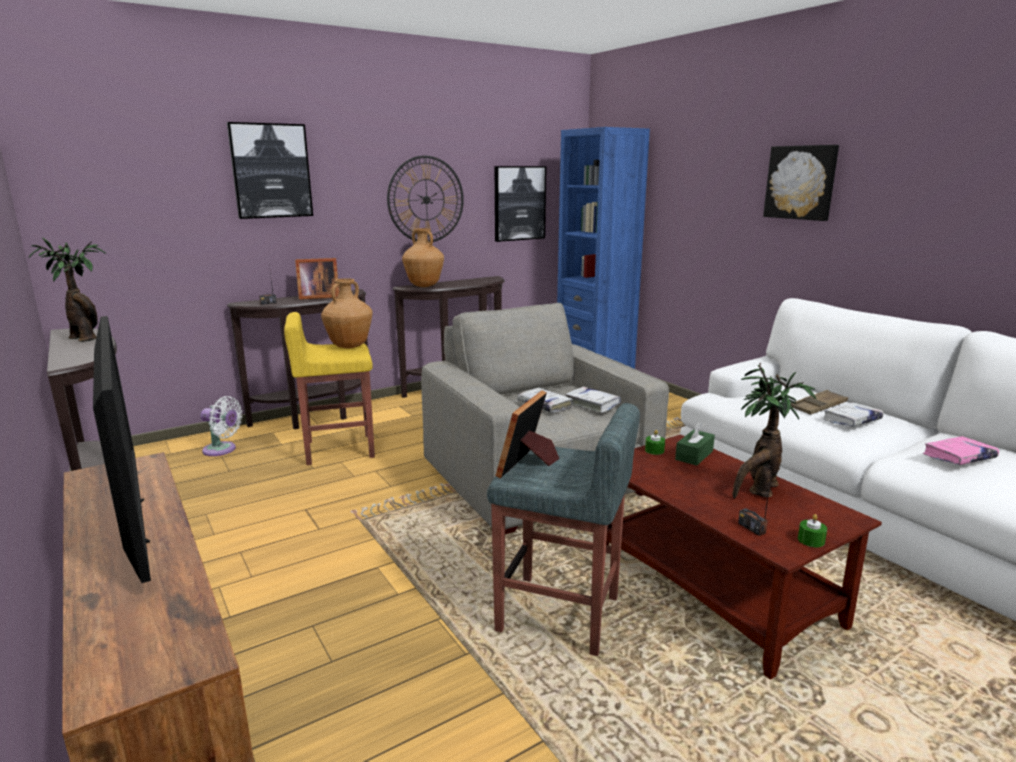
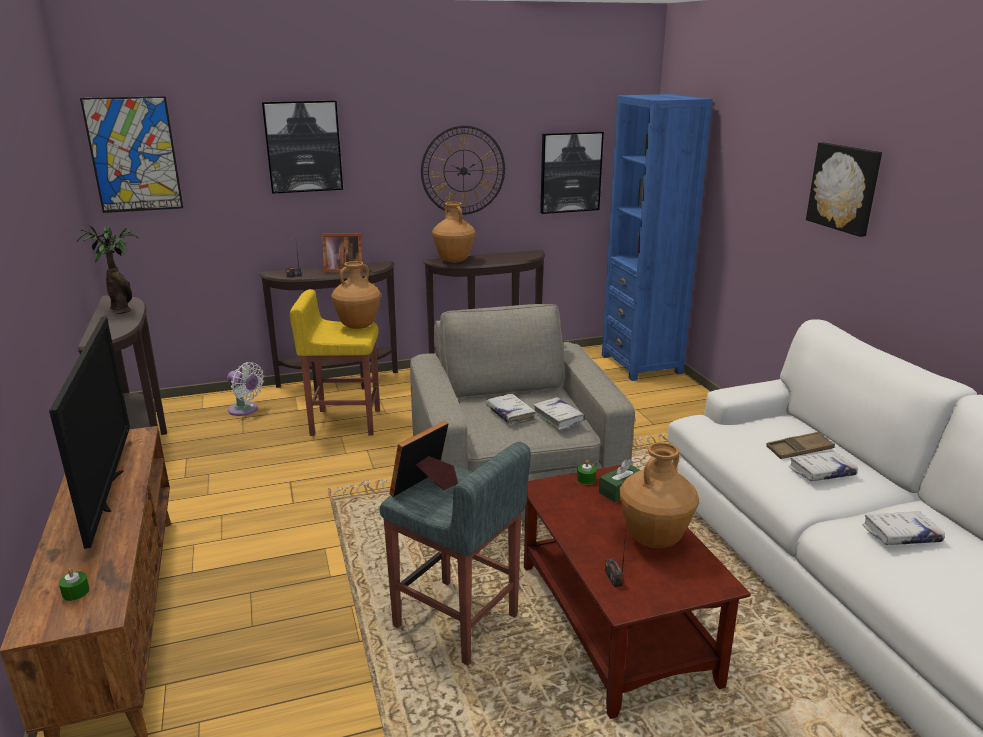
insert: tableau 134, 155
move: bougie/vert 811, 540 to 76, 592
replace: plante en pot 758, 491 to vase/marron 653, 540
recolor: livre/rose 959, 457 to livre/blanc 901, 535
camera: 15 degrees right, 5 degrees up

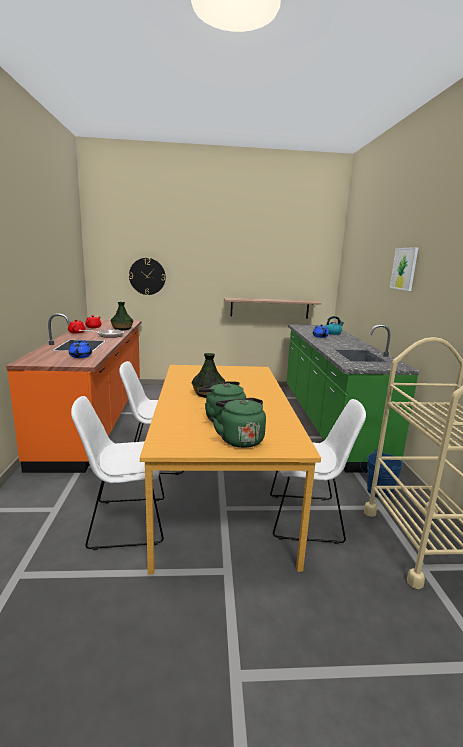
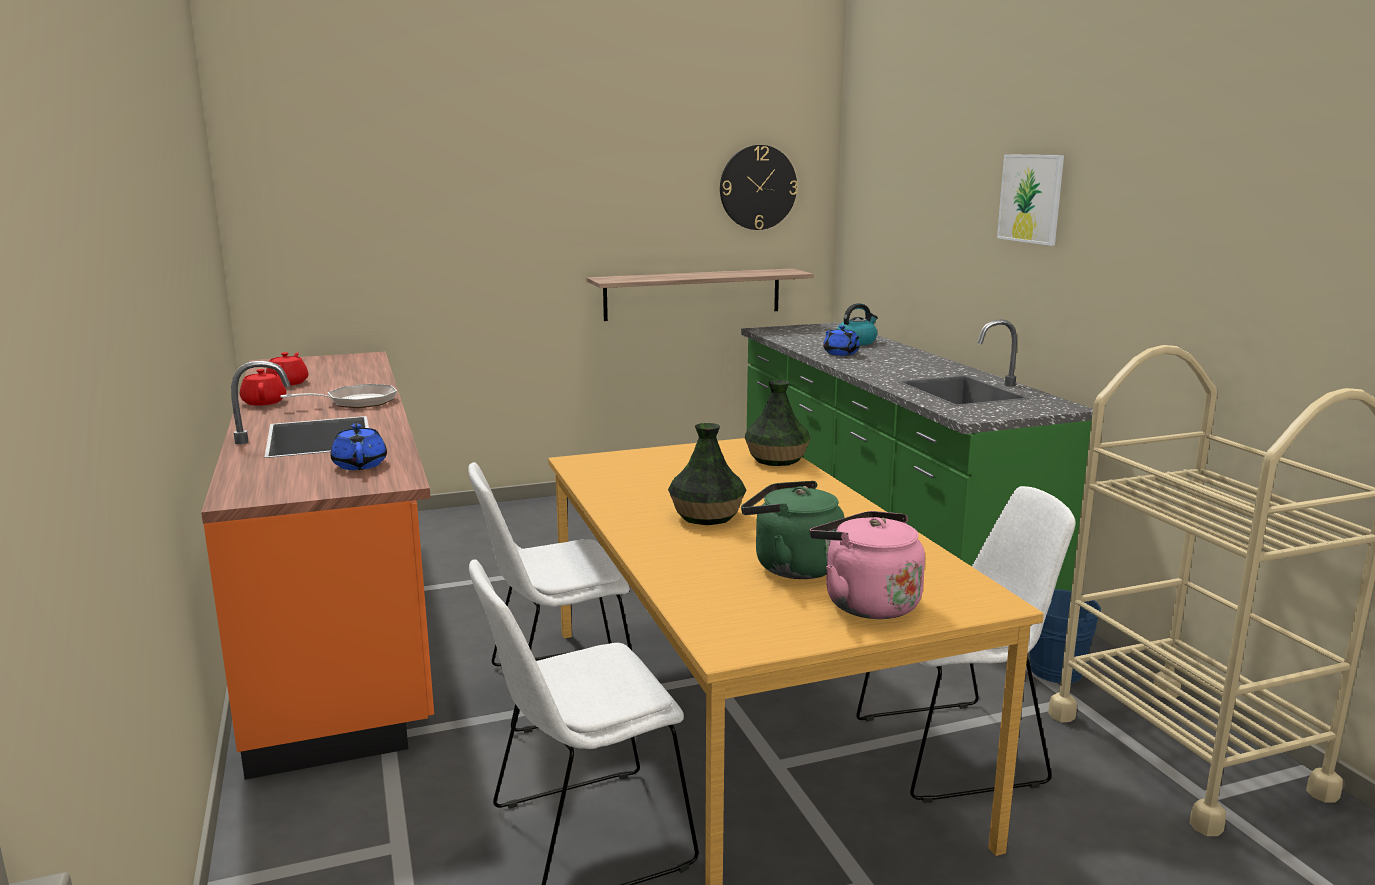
move: horloge murale 147, 276 to 758, 187; vase 122, 329 to 777, 459
recolor: bouilloire/vert 239, 439 to bouilloire/rose 866, 603
camera: 15 degrees left, 0 degrees up

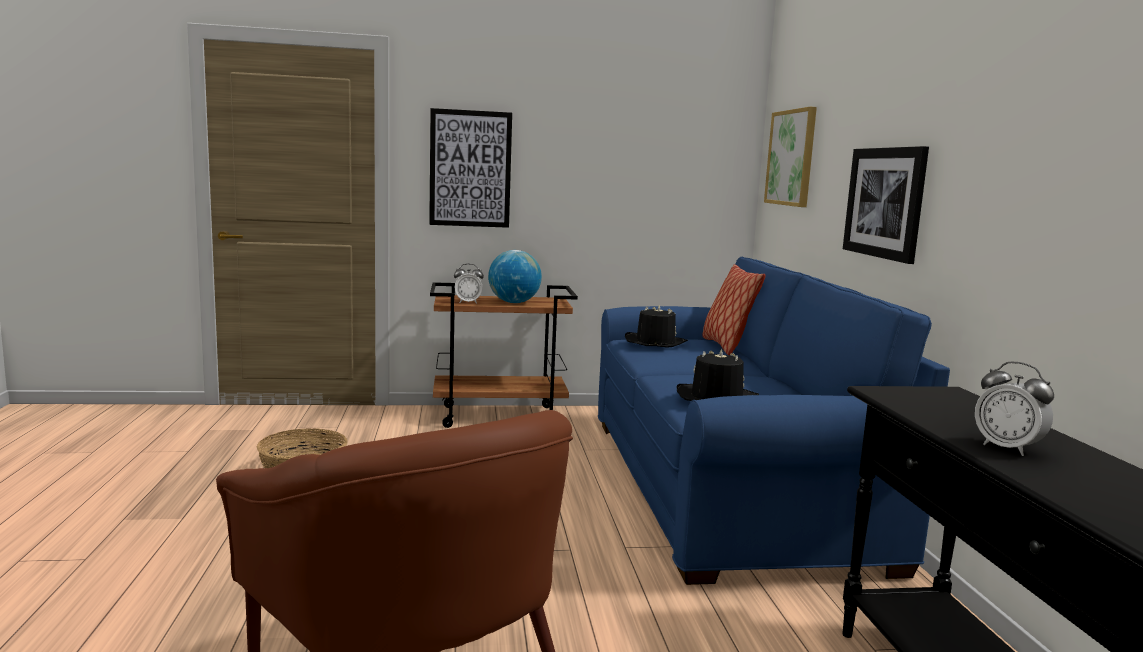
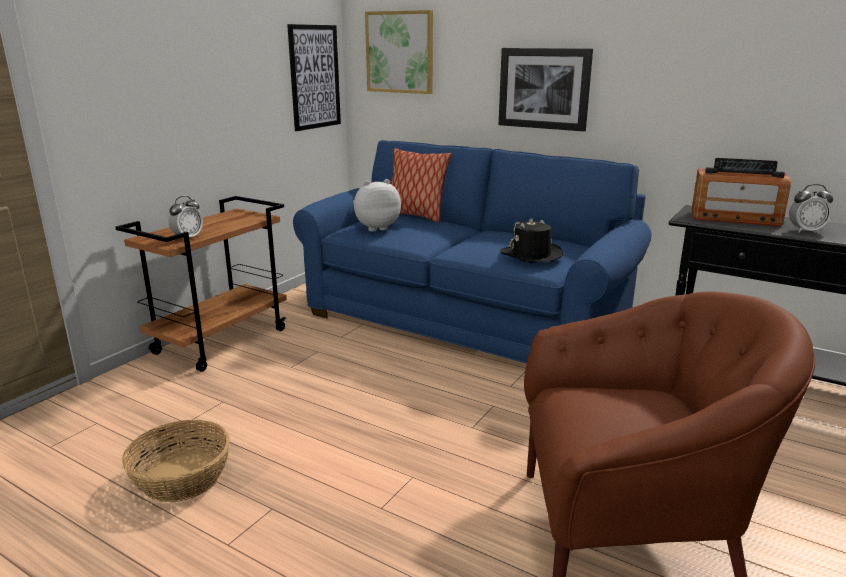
delete: globe 514, 302
insert: radio 735, 218
move: tableau 470, 169 to 314, 77
replace: chapeau/noir 655, 342 to peluche 376, 228
camera: 50 degrees left, 10 degrees up

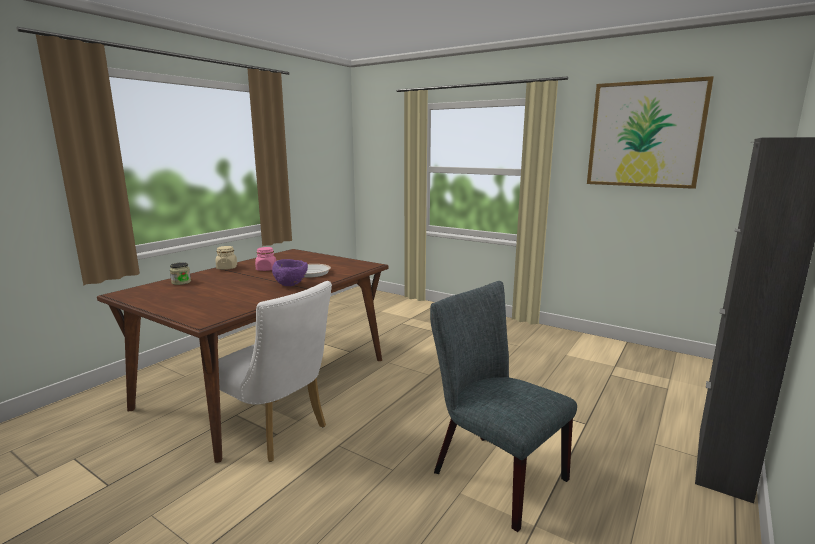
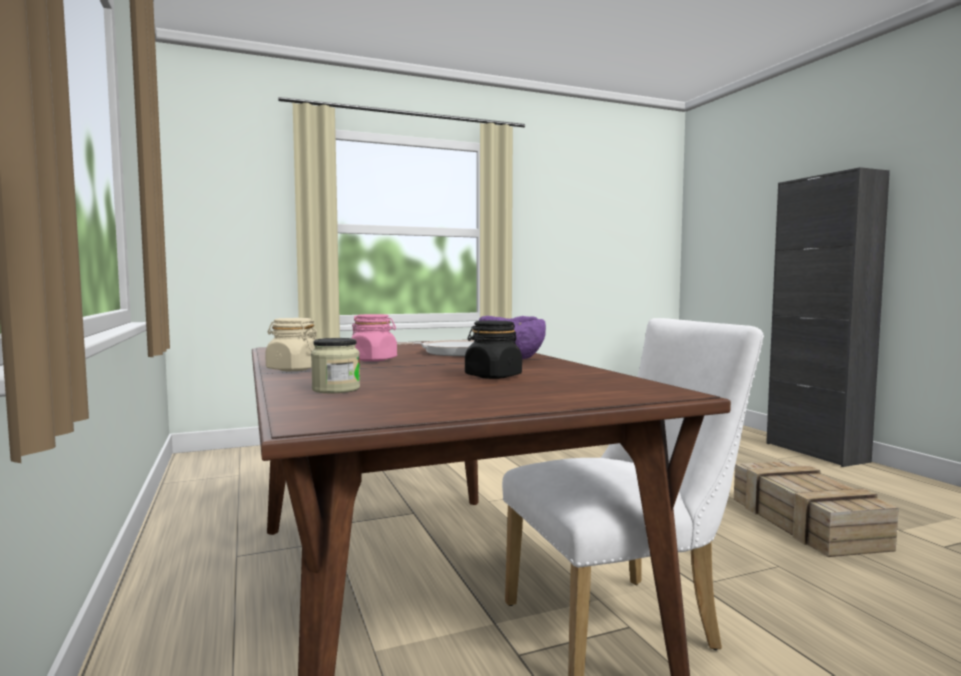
delete: tableau 645, 134
insert: bocal/noir 493, 376
replace: chaise/gris 491, 472 to caisse 803, 521
camera: 55 degrees left, 10 degrees down

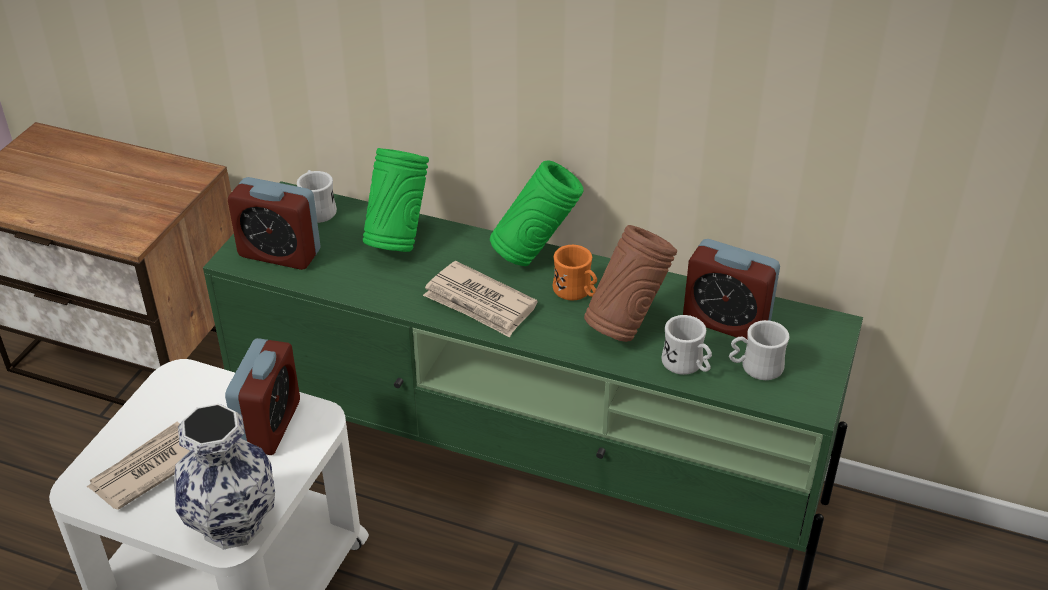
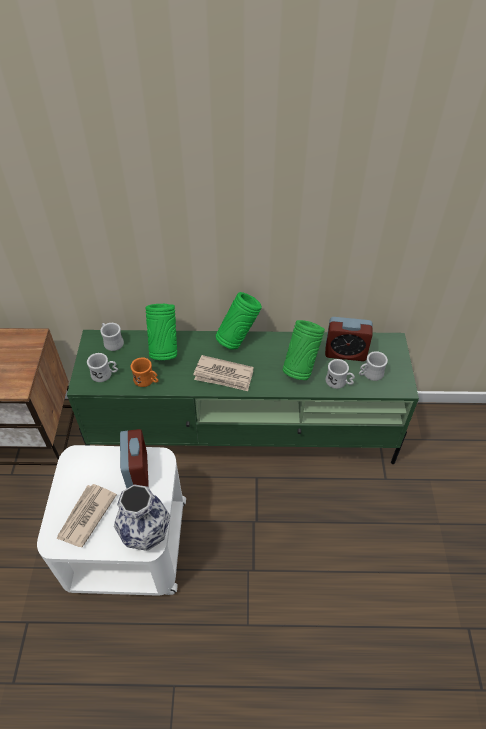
move: mug/orange 576, 292 to 147, 381
replace: réveil 279, 253 to mug/blanc 105, 374
recolor: vase/marron 626, 326 to vase/vert 300, 368
camera: 20 degrees left, 10 degrees up

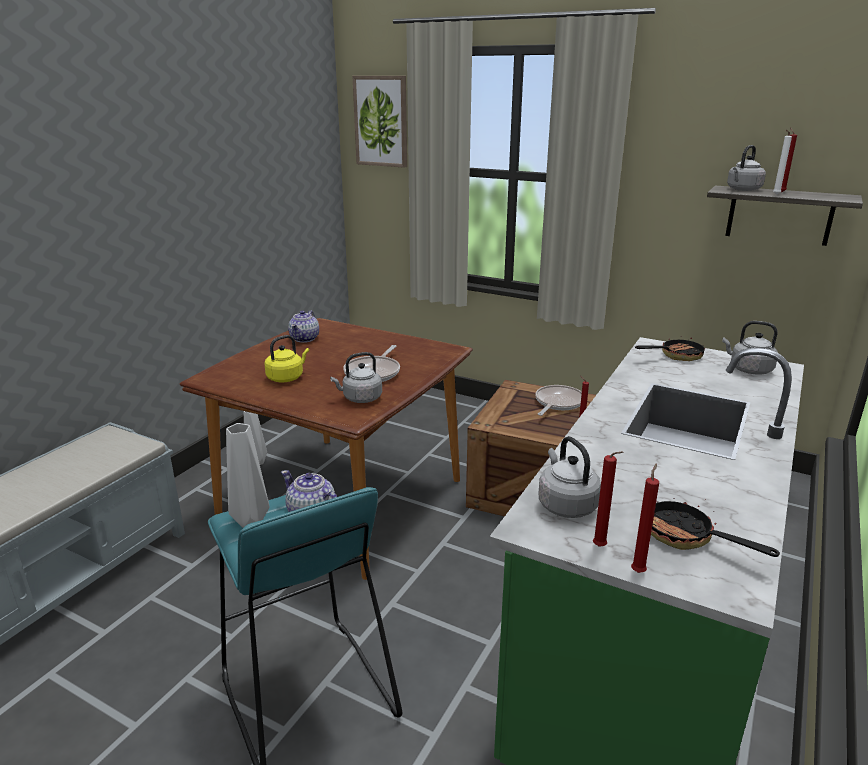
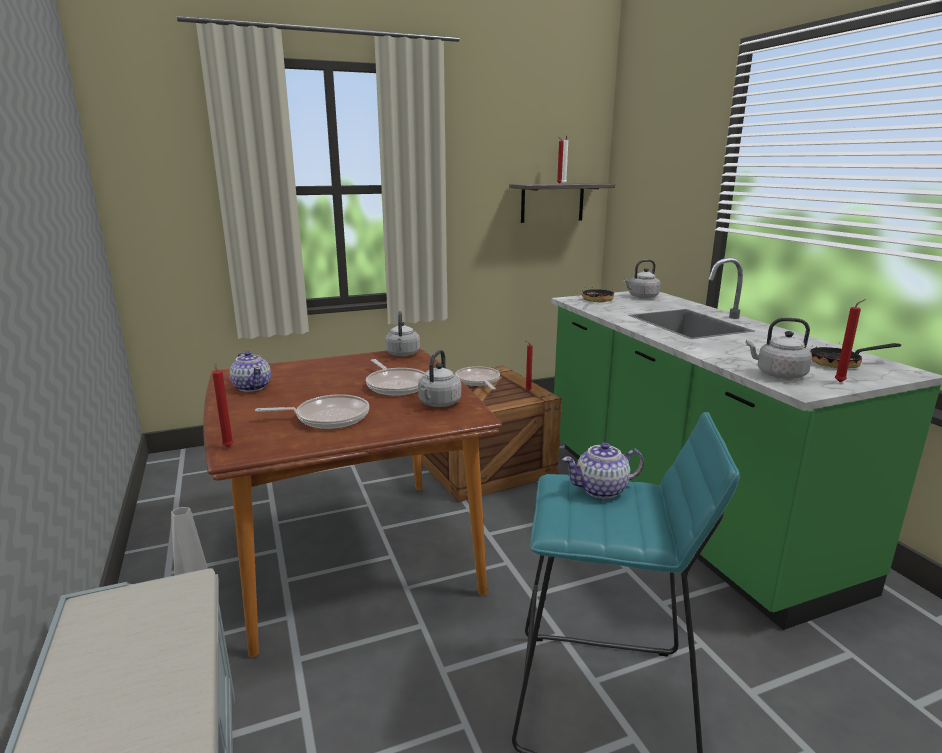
delete: tableau 381, 121; vase/gris 249, 521
move: bouilloire/gris 743, 189 to 402, 354; bougie/rouge 638, 571 to 228, 446
replace: bouilloire/jaune 287, 377 to poêle 328, 417
camera: 50 degrees left, 5 degrees down

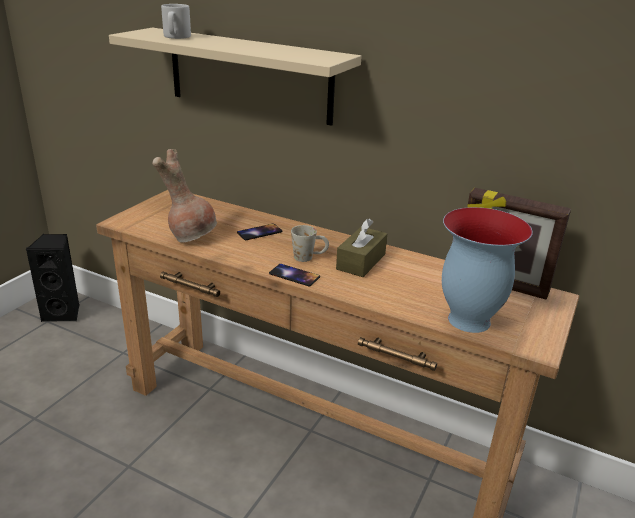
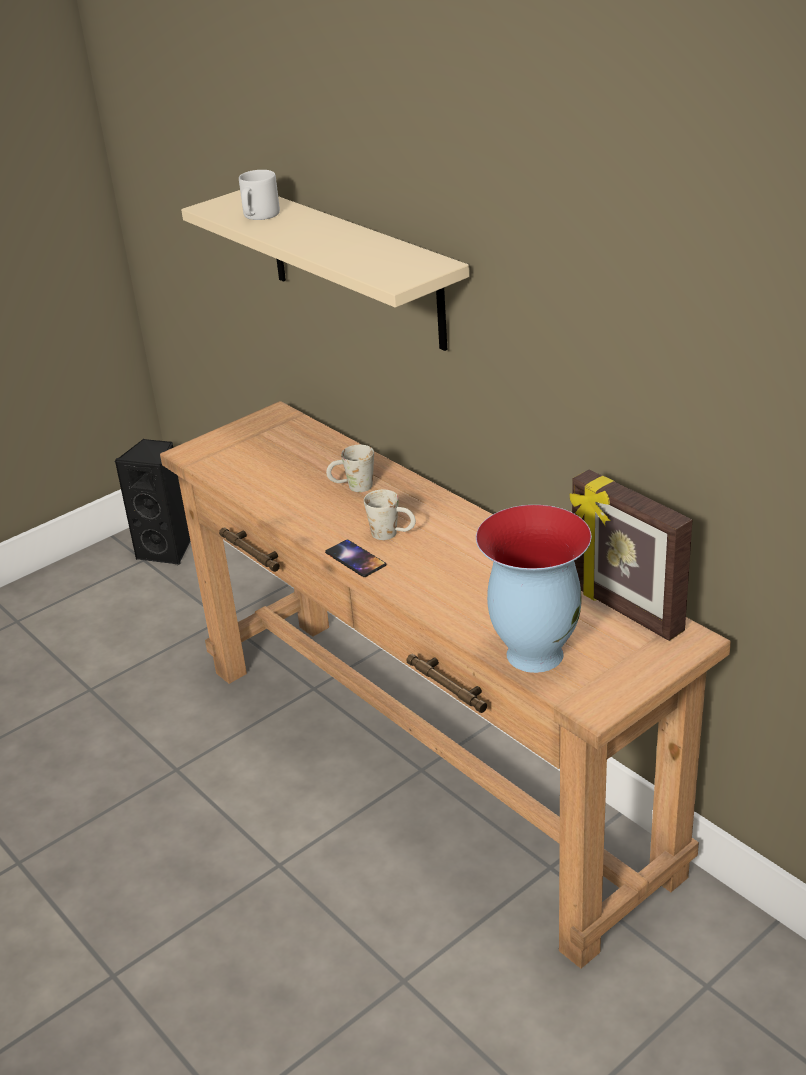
delete: vase/marron 191, 236; boîte à mouchoirs/marron 361, 261
replace: téléphone 259, 232 to mug/blanc 352, 487
camera: 25 degrees right, 5 degrees up

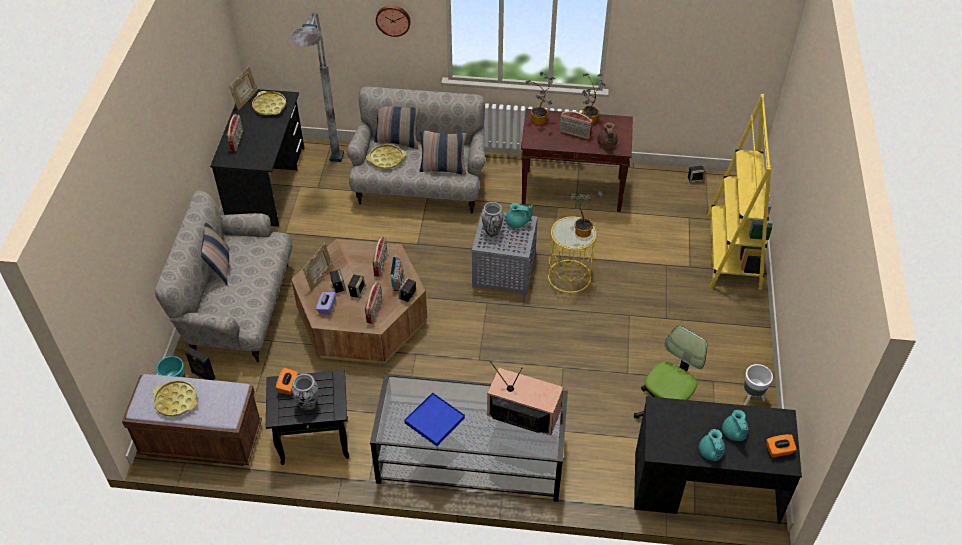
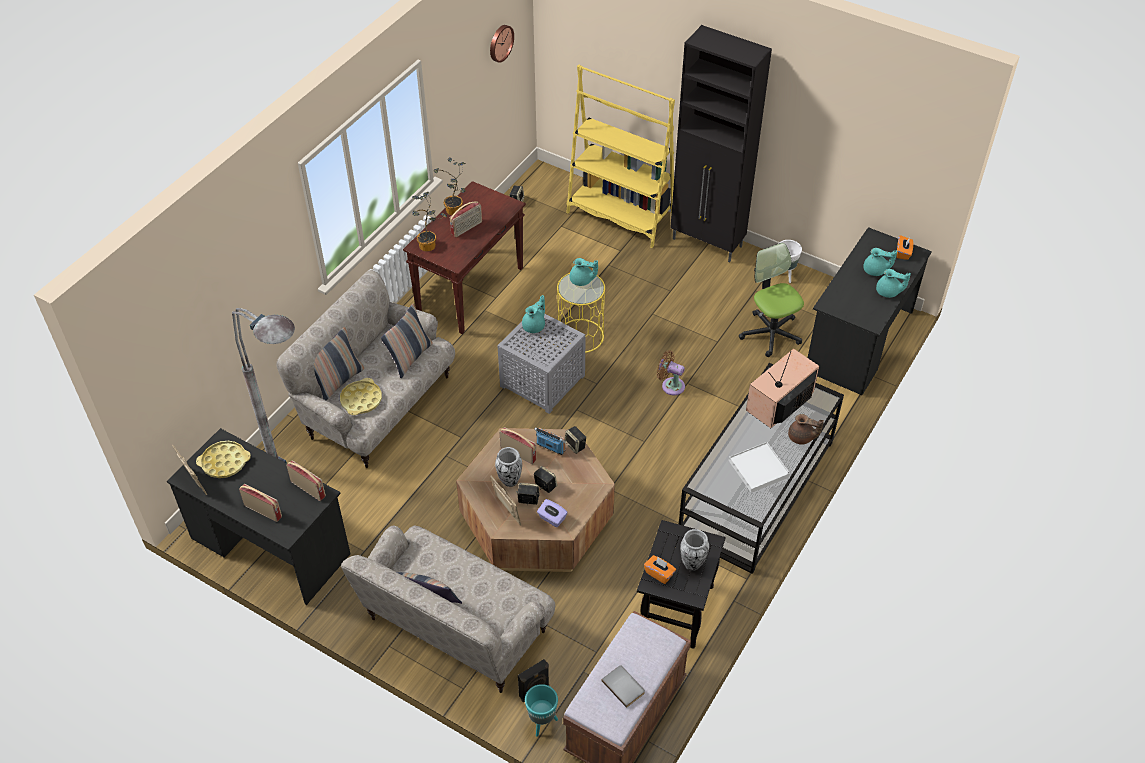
insert: meuble de rangement/noir 707, 243; ventilateur/marron 670, 385
move: horloge murale 393, 19 to 500, 43; théière/marron 607, 144 to 801, 437; vase 492, 232 to 509, 481; radio 374, 310 to 308, 488
replace: plante en pot 581, 230 to théière/turquoise 582, 280; plateau/jaune 176, 401 to livre/gris 624, 686
recolor: plateau/bleu 434, 420 to plateau/blanc 758, 469
camera: 65 degrees left, 0 degrees up

